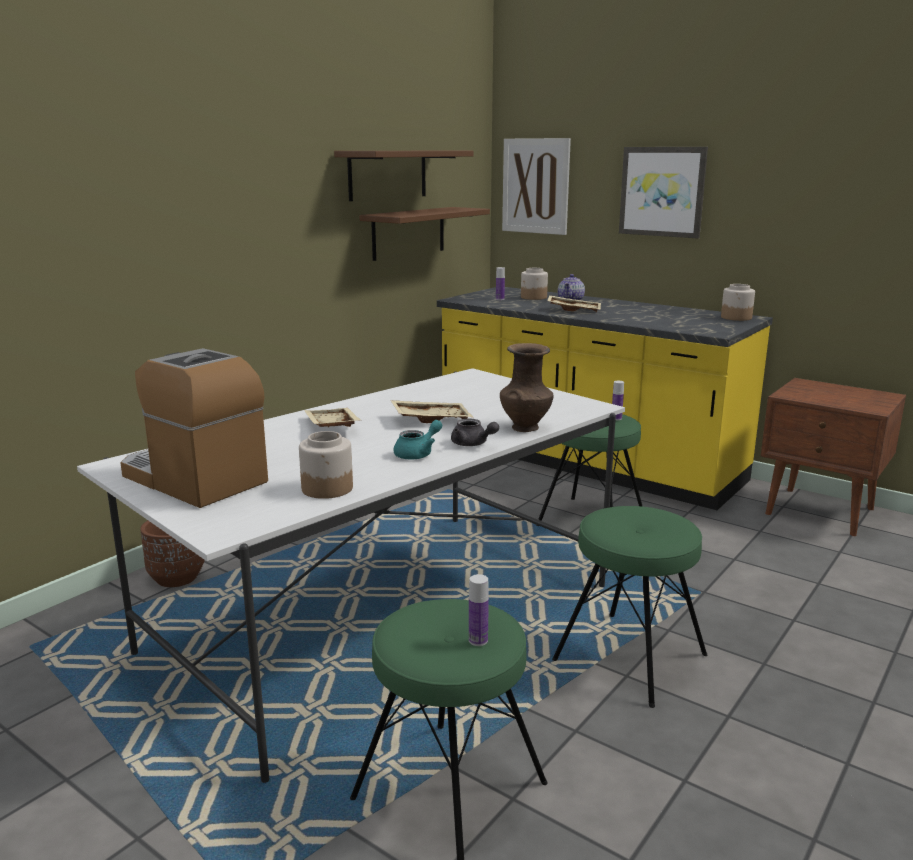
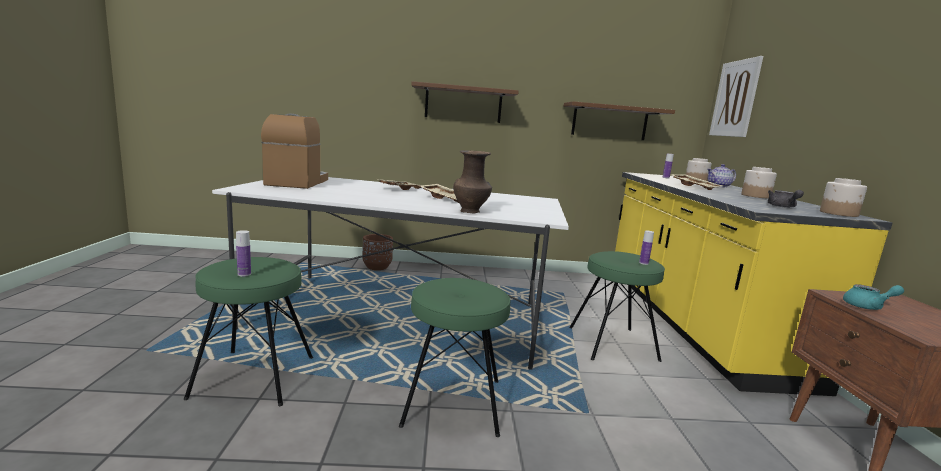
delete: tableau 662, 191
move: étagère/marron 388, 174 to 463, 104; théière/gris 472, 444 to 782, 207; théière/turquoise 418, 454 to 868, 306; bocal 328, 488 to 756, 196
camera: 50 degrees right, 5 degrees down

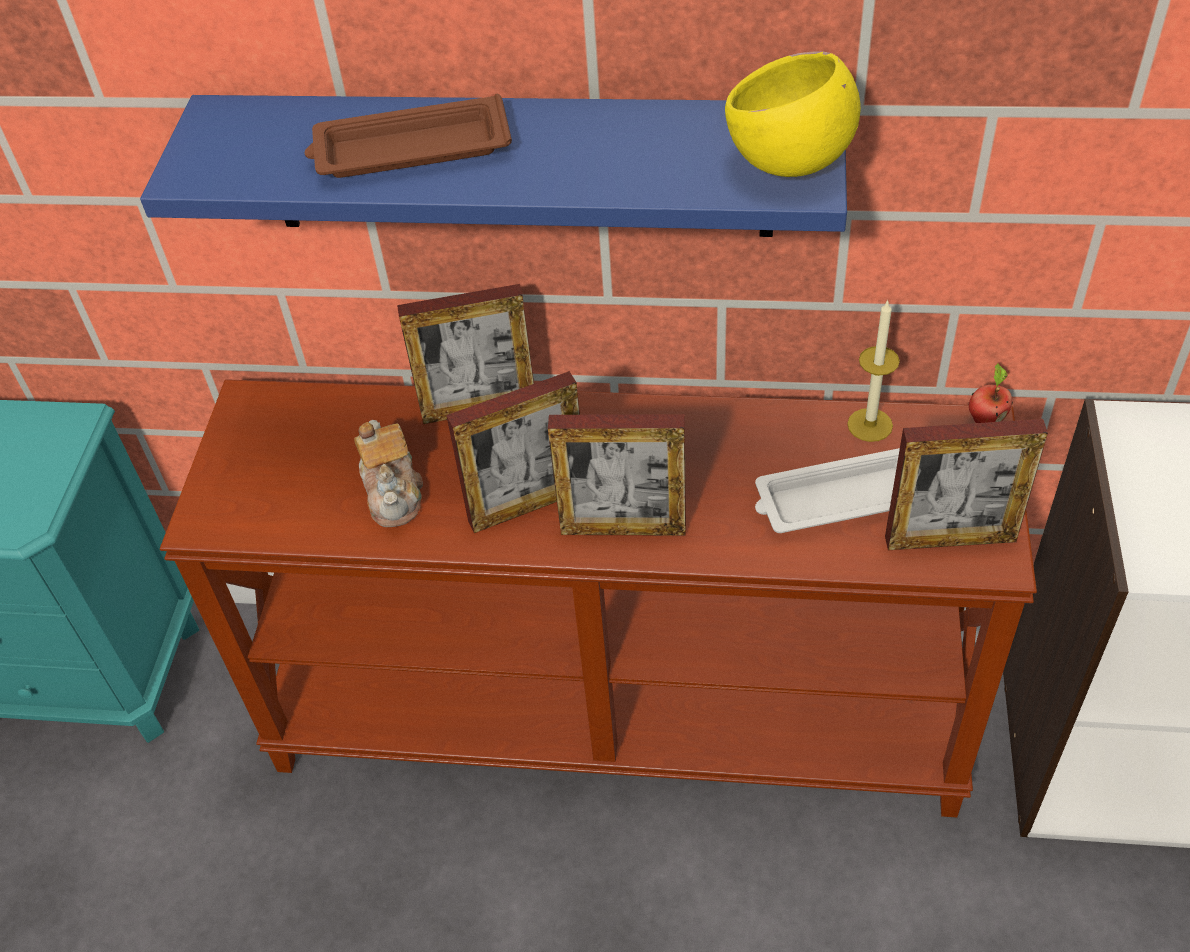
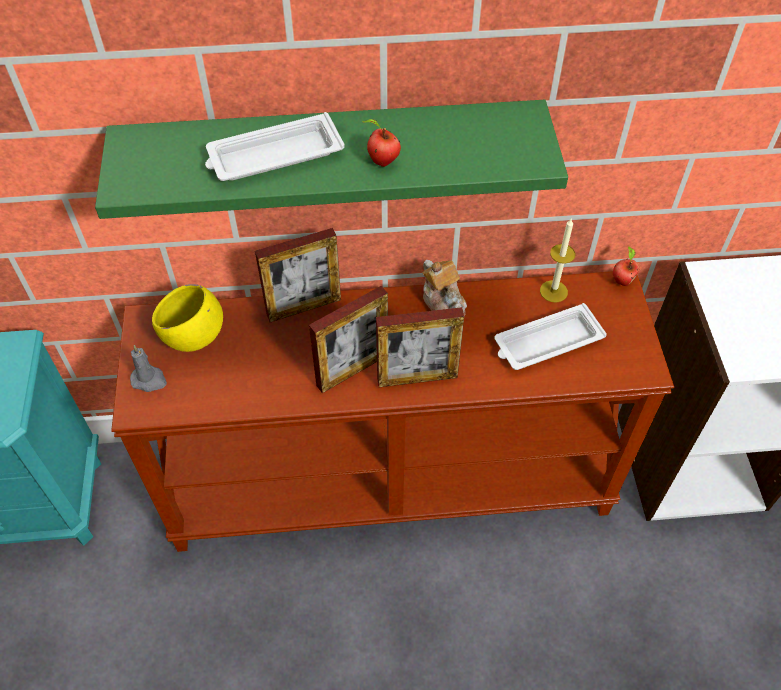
delete: cadre photo 950, 539
insert: pomme 381, 161; bougie/gris 149, 380
move: bol/jaune 790, 164 to 194, 337; théière 394, 493 to 444, 303
recolor: plateau/marron 409, 150 to plateau/blanc 273, 156; étagère/bleu 517, 165 to étagère/vert 331, 153
camera: 15 degrees left, 5 degrees up

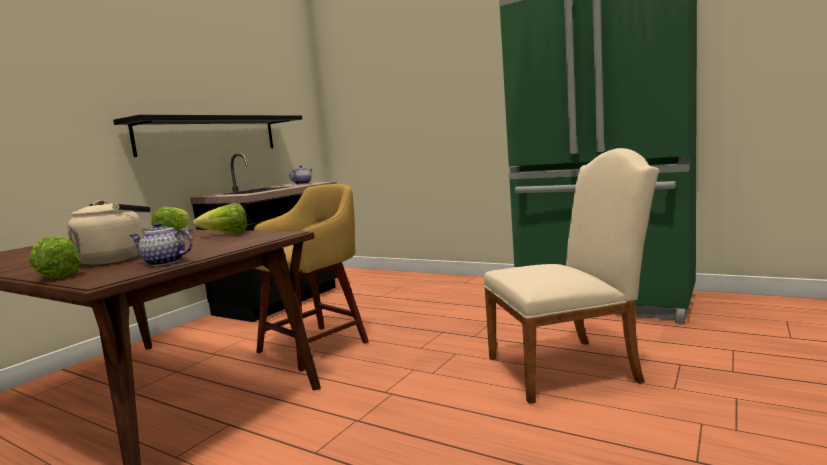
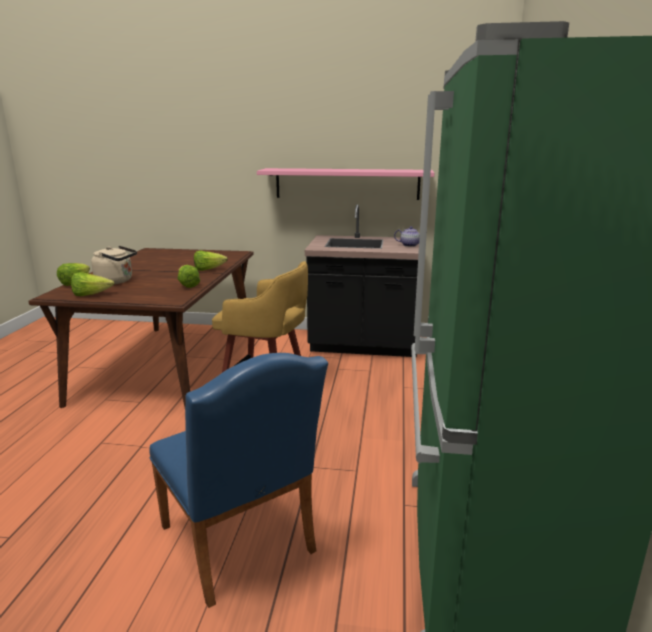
replace: théière 163, 262 to laitue 91, 295
recolor: étagère/noir 209, 135 to étagère/rose 347, 183; chaise/beige 571, 367 to chaise/bleu 241, 545
camera: 65 degrees right, 10 degrees up

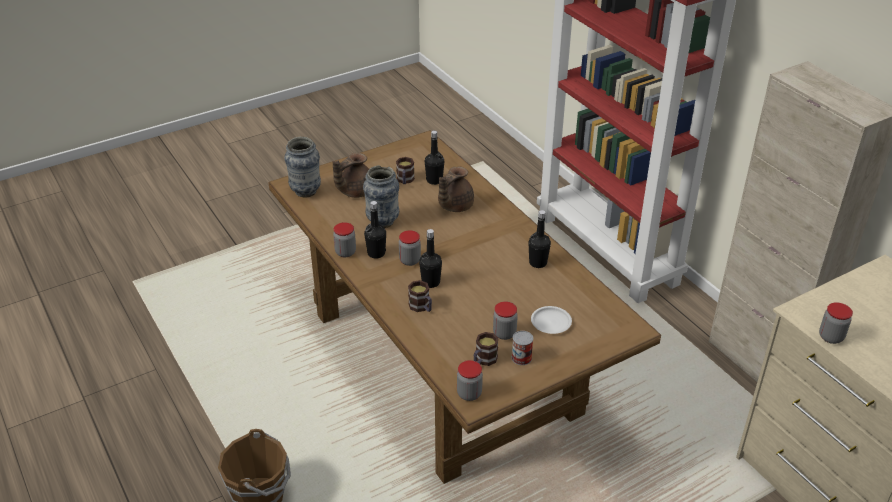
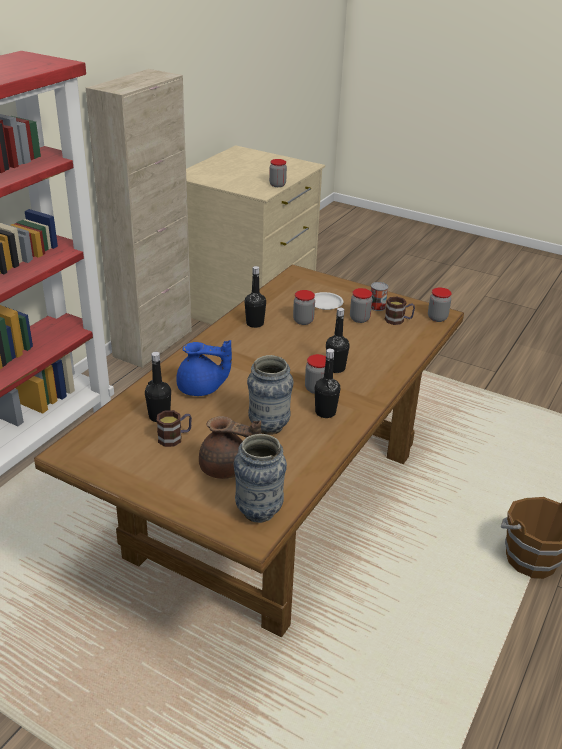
delete: mug 421, 307
move: bocal 345, 252 to 303, 321
recolor: théière/marron 454, 206 to théière/bleu 201, 389
camera: 120 degrees left, 5 degrees down

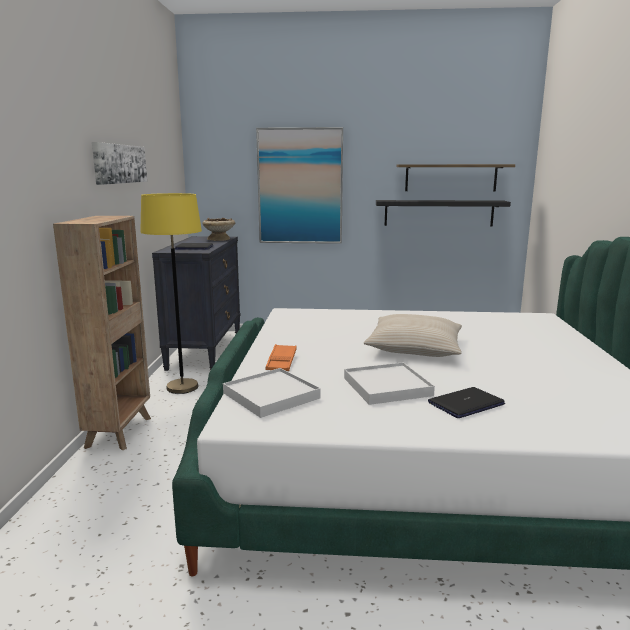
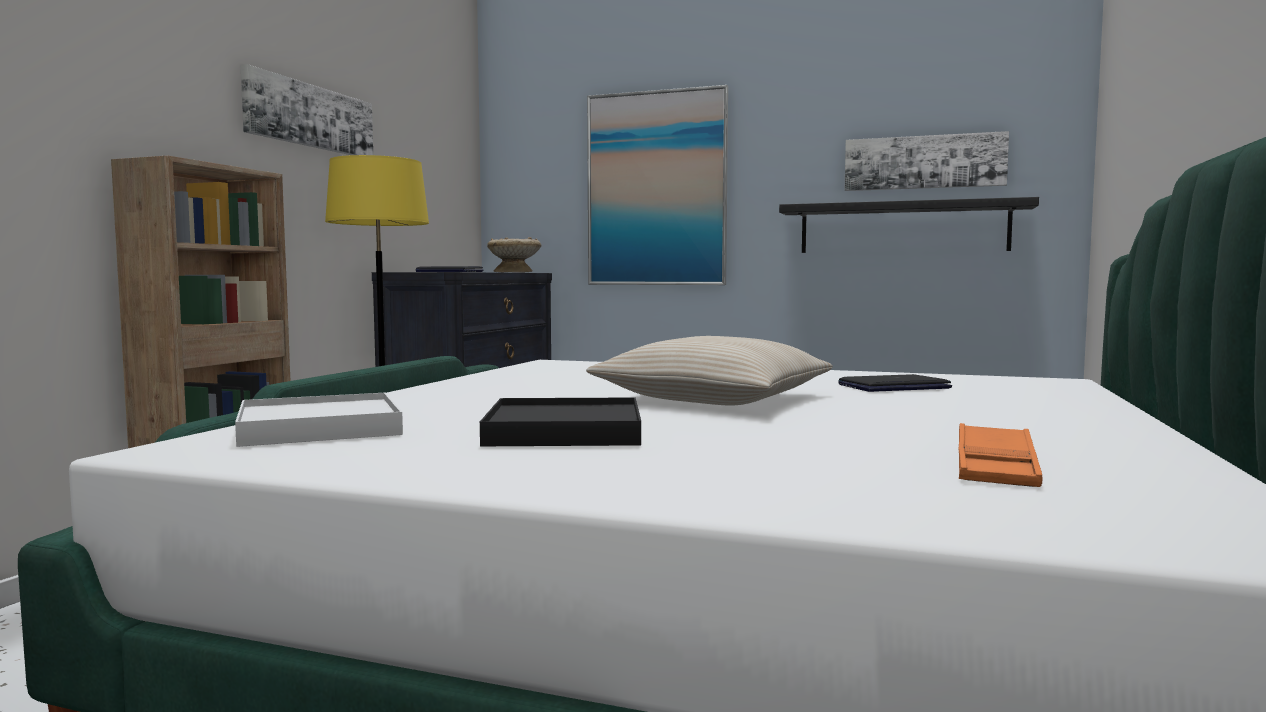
move: plateau/orange 281, 361 to 995, 467; ordinateur portable 466, 404 to 893, 386
replace: étagère 450, 177 to tableau 924, 162
recolor: plateau/blanc 387, 387 to plateau/noir 564, 431
camera: 15 degrees right, 10 degrees down

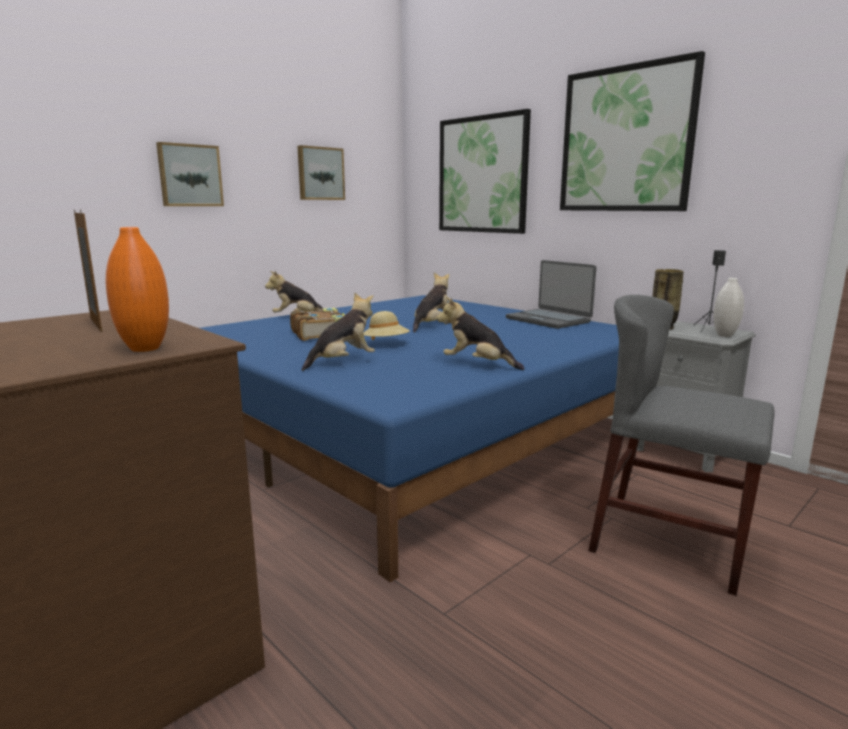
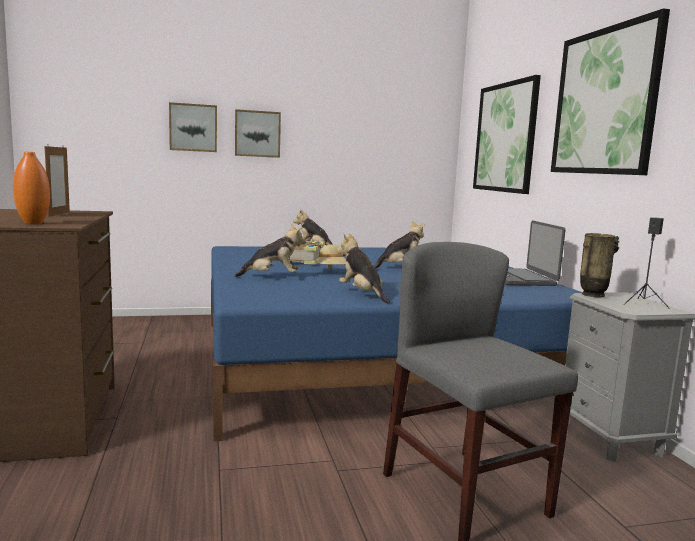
delete: vase/blanc 724, 335
move: tableau 320, 173 to 193, 127
camera: 30 degrees right, 5 degrees down

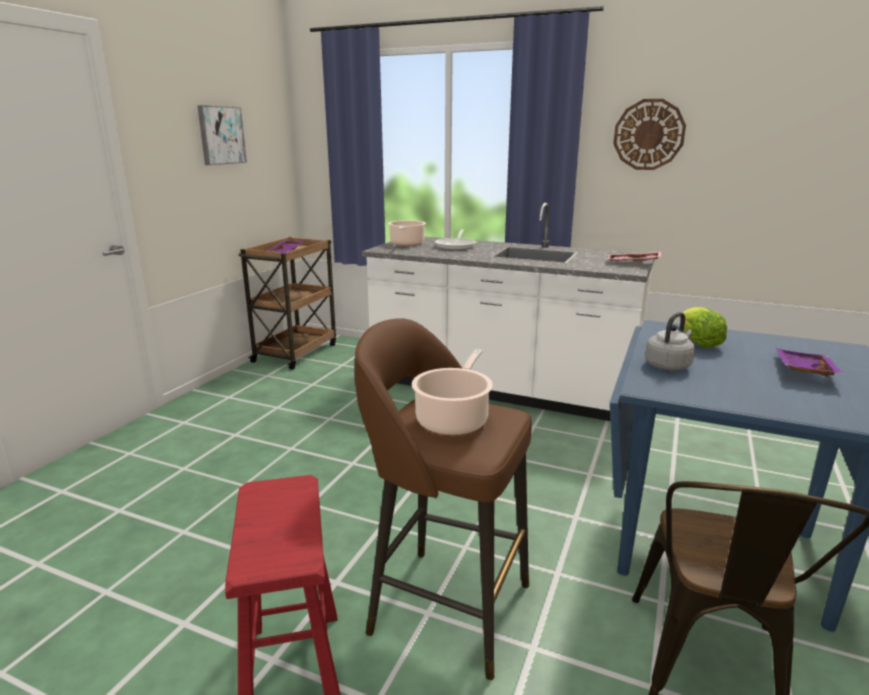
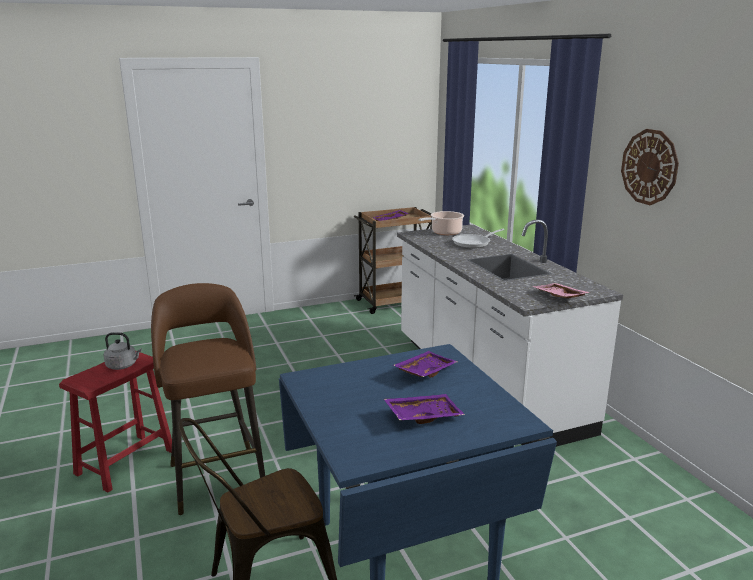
delete: tableau 221, 135; marmite 453, 419
move: bouilloire/gris 668, 365 to 123, 366
replace: laitue 698, 343 to plateau/violet 424, 371
camera: 45 degrees right, 0 degrees up

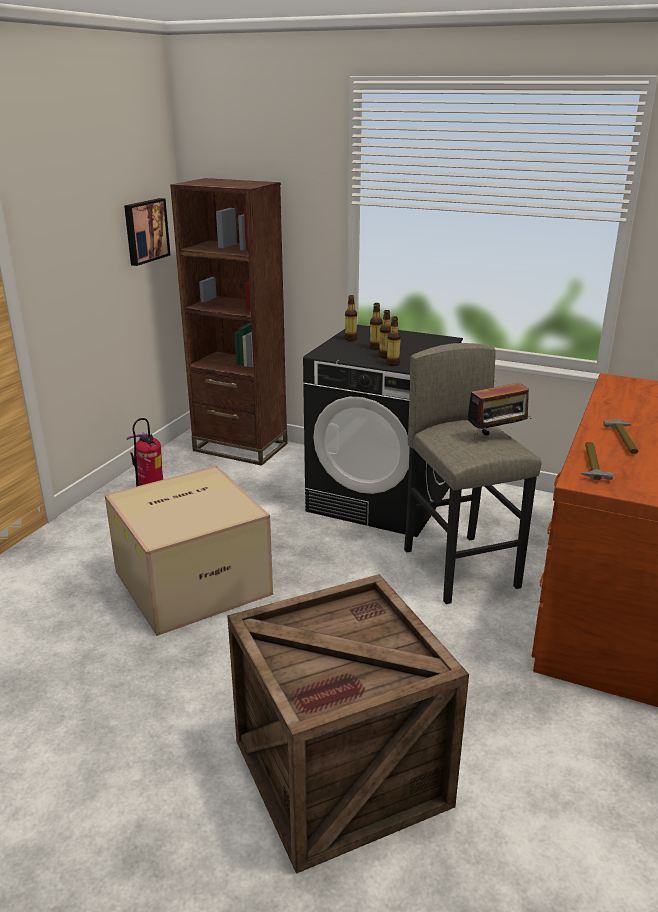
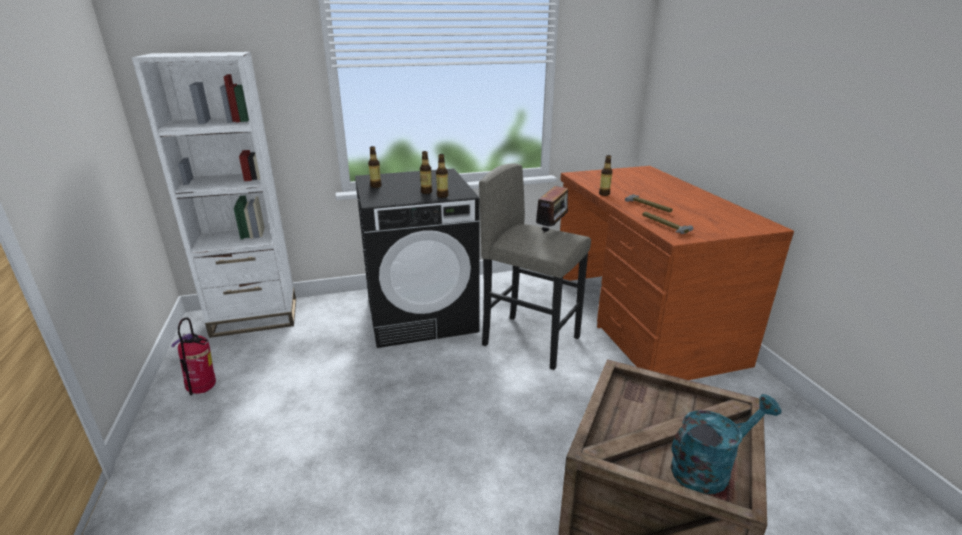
delete: tableau 145, 231; carton 193, 581
insert: arrosoir/turquoise 708, 468
move: bouteille 375, 348 to 604, 194
recolor: bibliothèque/marron 240, 447 to bibliothèque/blanc 255, 318
camera: 40 degrees left, 0 degrees up

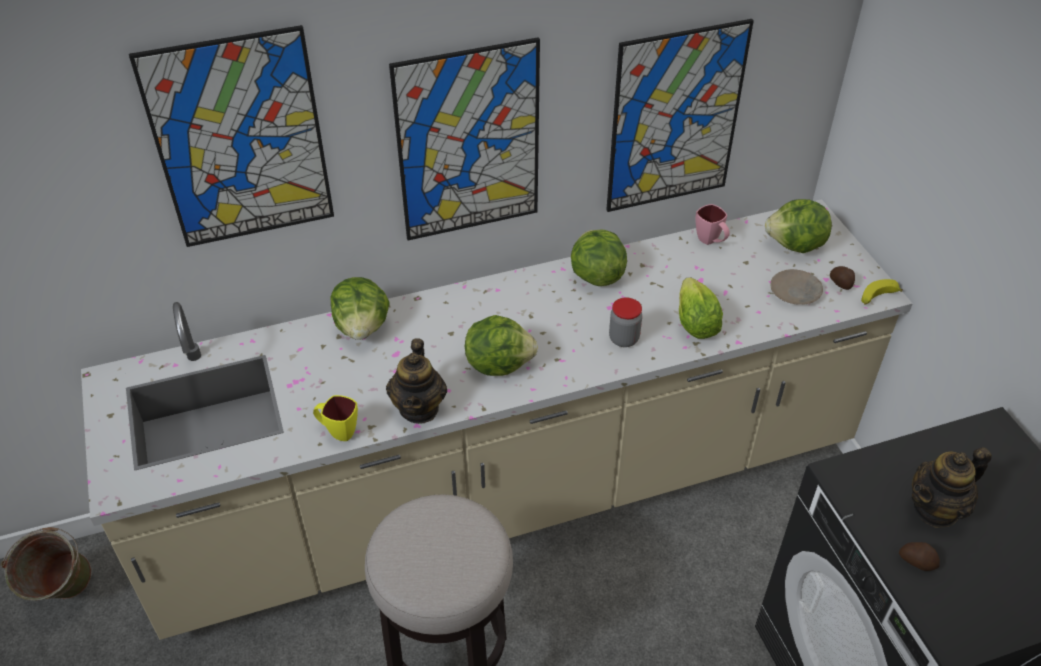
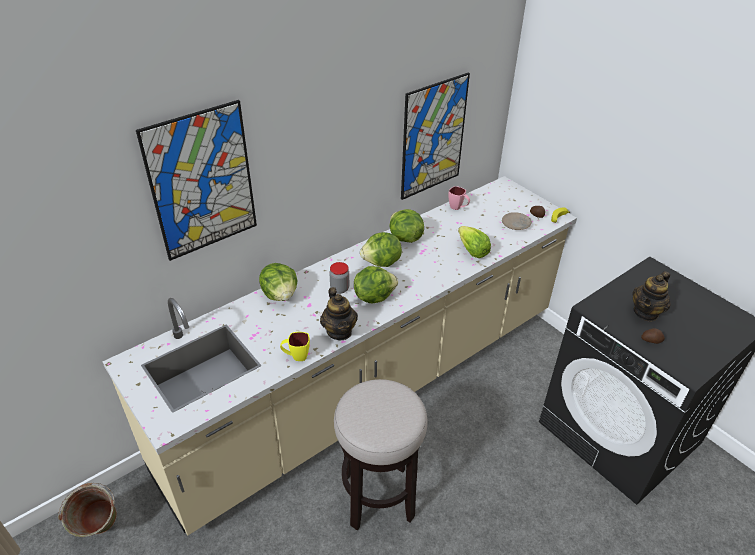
delete: tableau 469, 143
move: laitue 795, 246 to 382, 263; bocal 624, 339 to 339, 288
camera: 20 degrees left, 5 degrees down

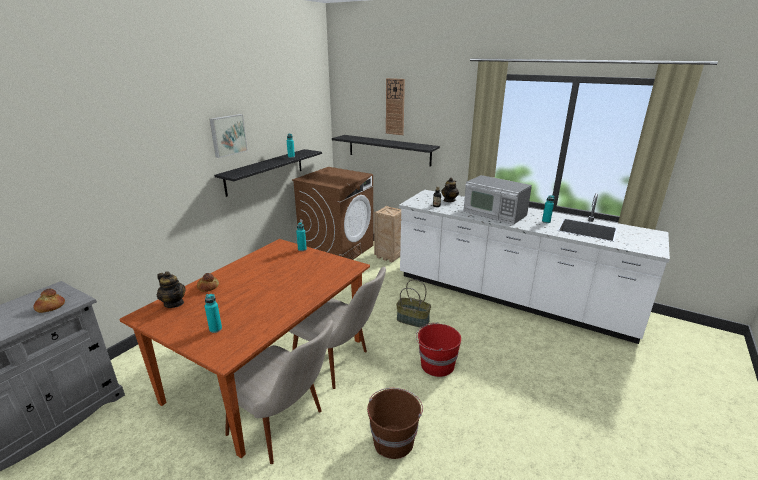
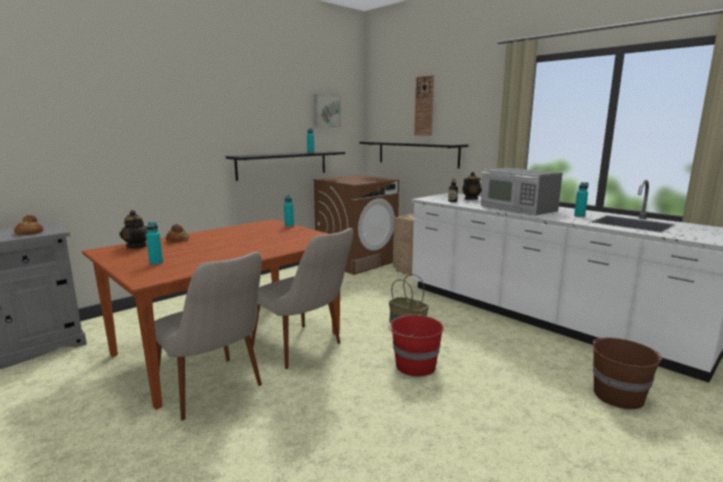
move: tableau 227, 135 to 326, 111; seau/marron 393, 440 to 618, 395
camera: 15 degrees right, 10 degrees down

